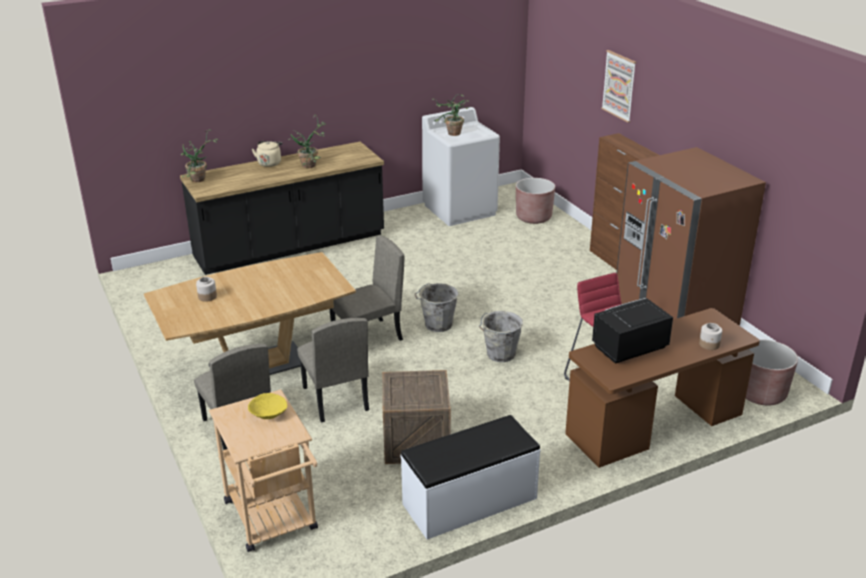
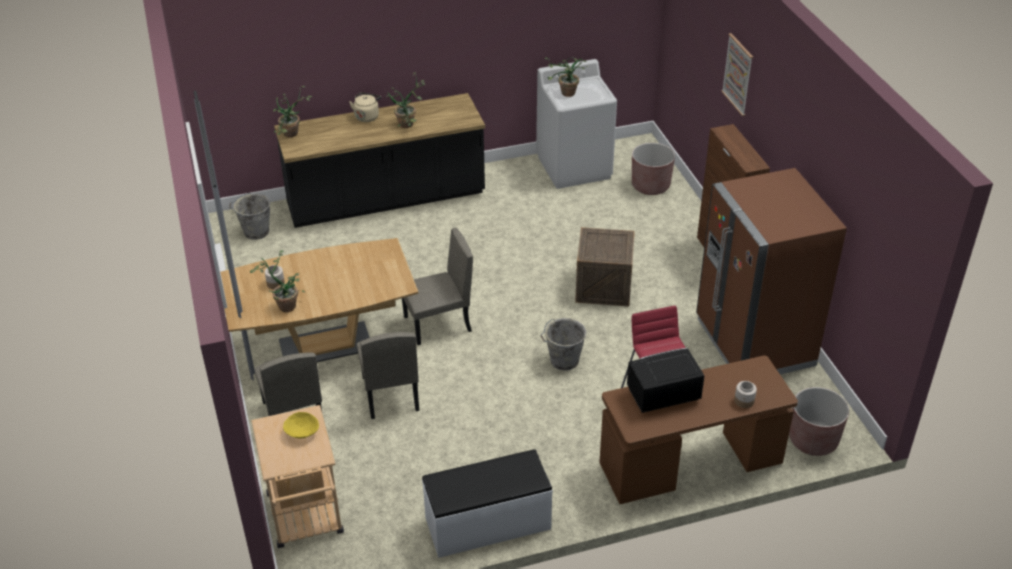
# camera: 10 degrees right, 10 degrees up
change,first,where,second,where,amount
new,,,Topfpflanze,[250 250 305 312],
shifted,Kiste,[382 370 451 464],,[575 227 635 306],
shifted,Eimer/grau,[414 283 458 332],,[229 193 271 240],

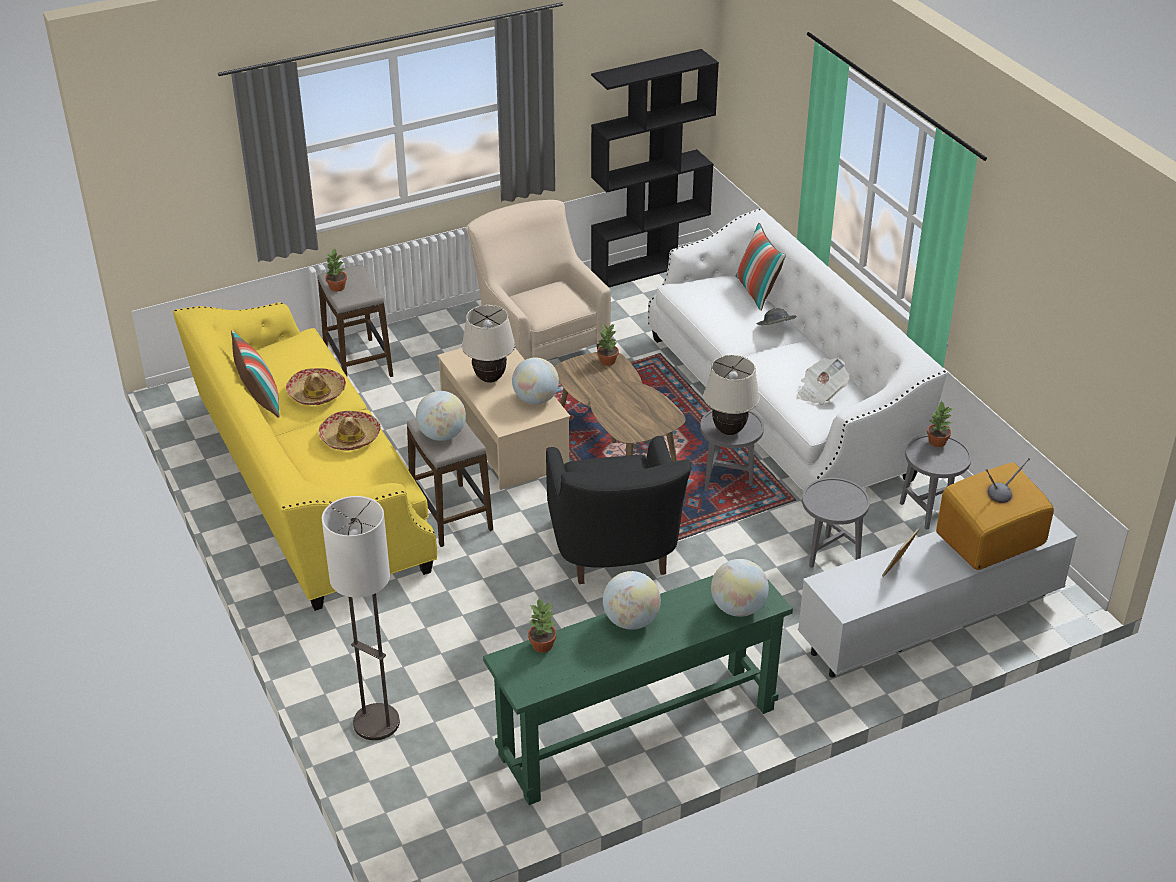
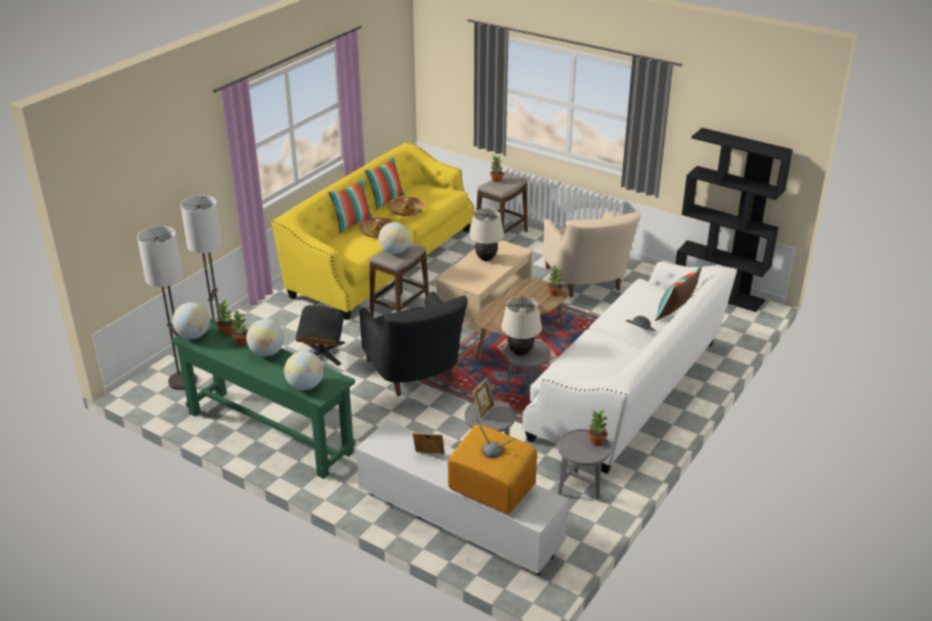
# camera: 60 degrees right, 5 degrees down
change,first,where,second,where,amount
gone,Zeitung,[797 358 849 405],,,
new,,,Stehlampe,[137 226 197 390],
new,,,Topfpflanze,[231 310 248 345],
new,,,Polsterhocker/schwarz,[296 305 345 366],
new,,,Kissen,[328 178 374 233],
new,,,Bilderrahmen,[472 378 495 420],
shifted,Globus,[512 357 559 404],,[172 302 210 339],
rotated,Sessel/beige,[467 200 611 360],,[543 211 641 297],135 degrees clockwise
rotated,Sessel/schwarz,[546 436 692 584],,[359 292 468 396],75 degrees counterclockwise

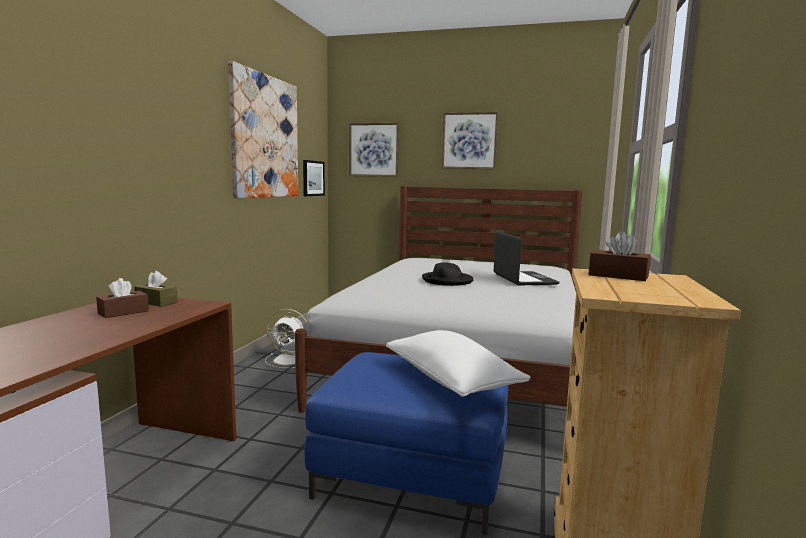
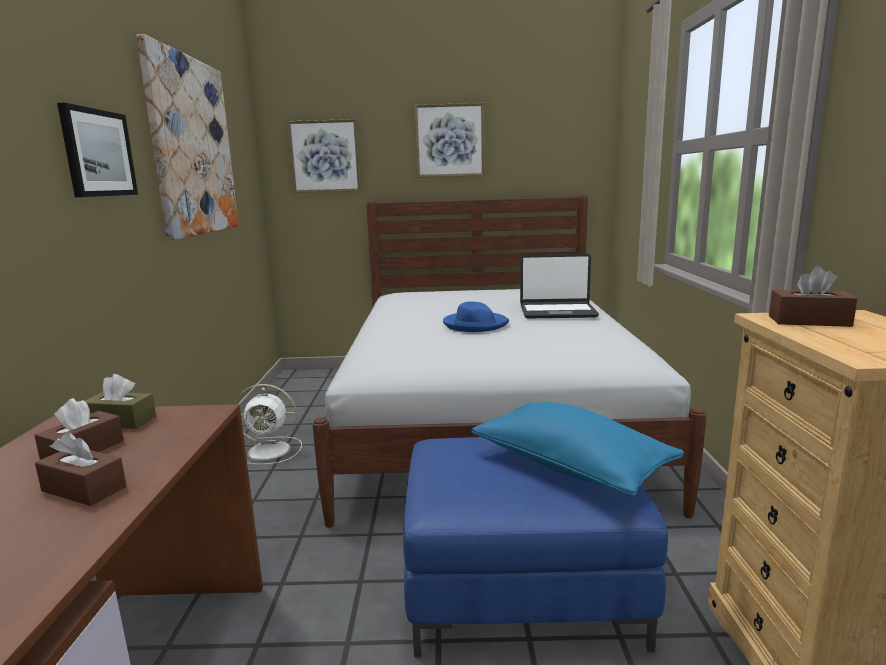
# camera: 15 degrees left, 5 degrees up
change,first,where,second,where,amount
new,,,Taschentuchbox/braun,[35 432 127 506],
shifted,Bild,[303 160 325 196],,[57 103 138 197],
repainted,Kissen/weiß,[386 330 531 397],Kissen/blau,[471 402 684 497],
repainted,Hut/schwarz,[422 262 474 286],Hut/blau,[443 301 509 332],
rotated,Laptop,[494 232 560 286],,[520 254 599 318],120 degrees clockwise

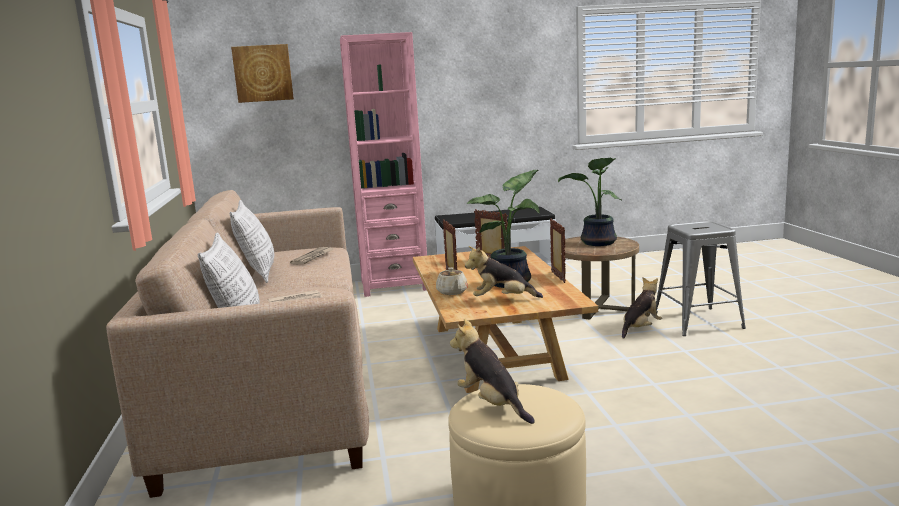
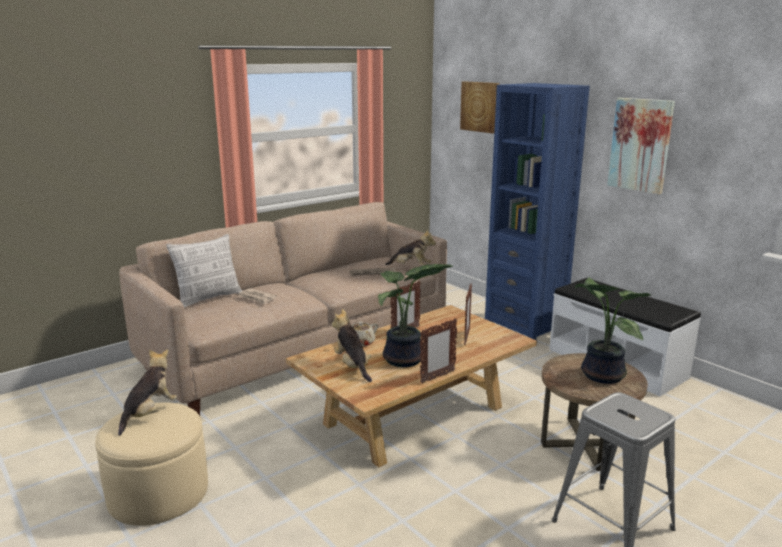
# camera: 60 degrees right, 5 degrees up
change,first,where,second,where,amount
gone,Kissen,[230 200 274 283],,,
new,,,Bild,[607 98 675 194],
shifted,Plüschtier,[622 277 662 339],,[385 230 436 266],
repainted,Bücherregal/rosa,[340 32 427 297],Bücherregal/blau,[485 83 590 340],

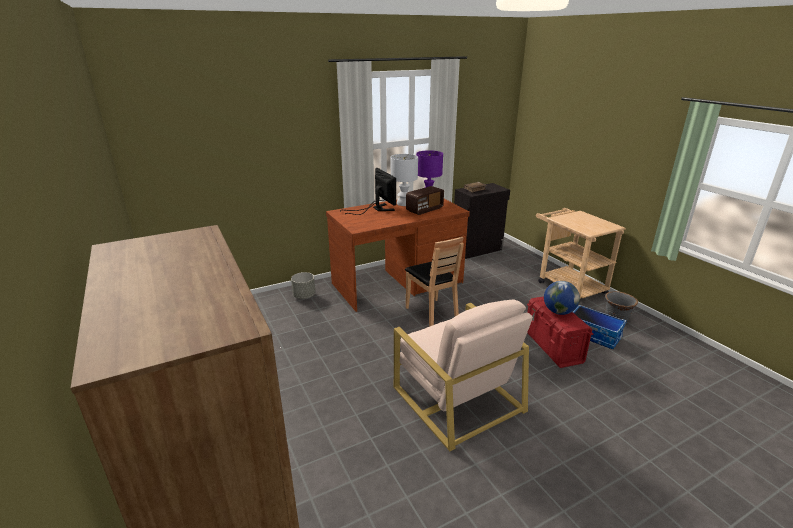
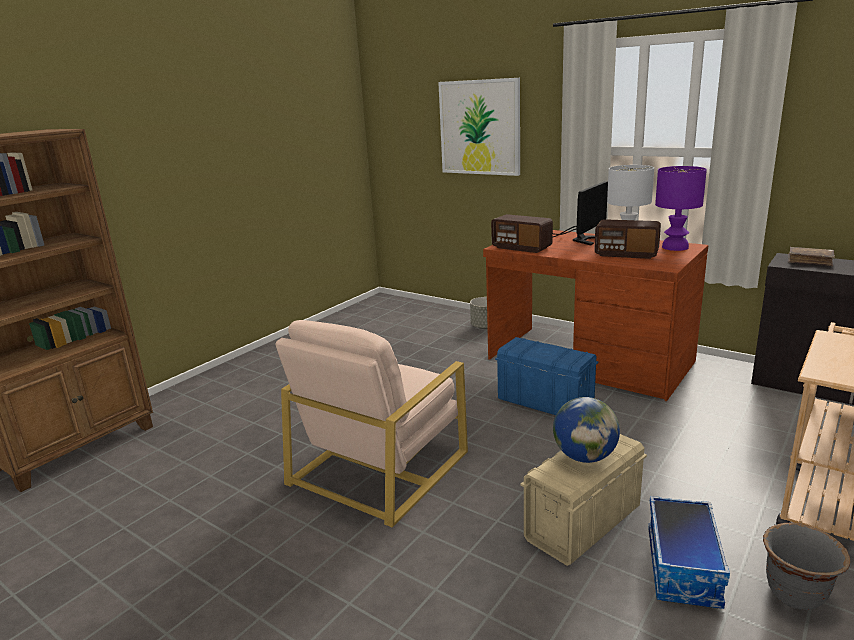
# camera: 65 degrees right, 5 degrees down
change,first,where,second,where,amount
new,,,Bild,[438 78 520 176],
new,,,Radio,[491 214 553 253],
swapped,Stuhl/braun,[405 237 464 327],Aufbewahrungsbox/blau,[495 337 598 415],
repainted,Aufbewahrungsbox/rot,[527 296 593 368],Aufbewahrungsbox/beige,[521 434 647 566],

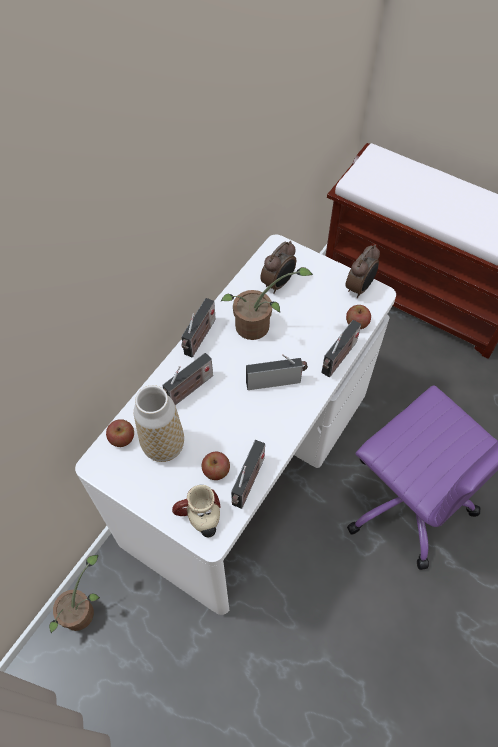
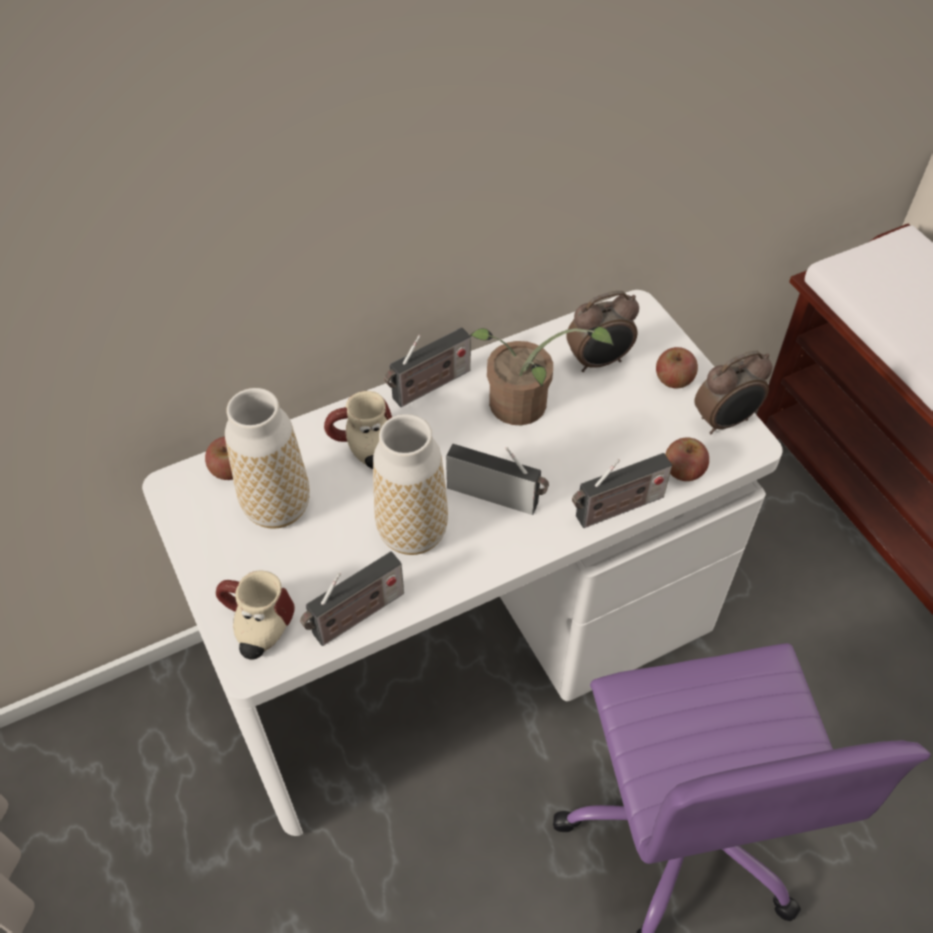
# camera: 30 degrees right, 5 degrees down
change,first,where,second,where,amount
gone,Topfpflanze,[49 555 100 633],,,
new,,,Vase,[373 414 448 555],
shifted,Apfel,[201 452 230 480],,[656 347 698 388],
swapped,Radio,[162 353 213 405],Henkelbecher,[324 391 392 469],

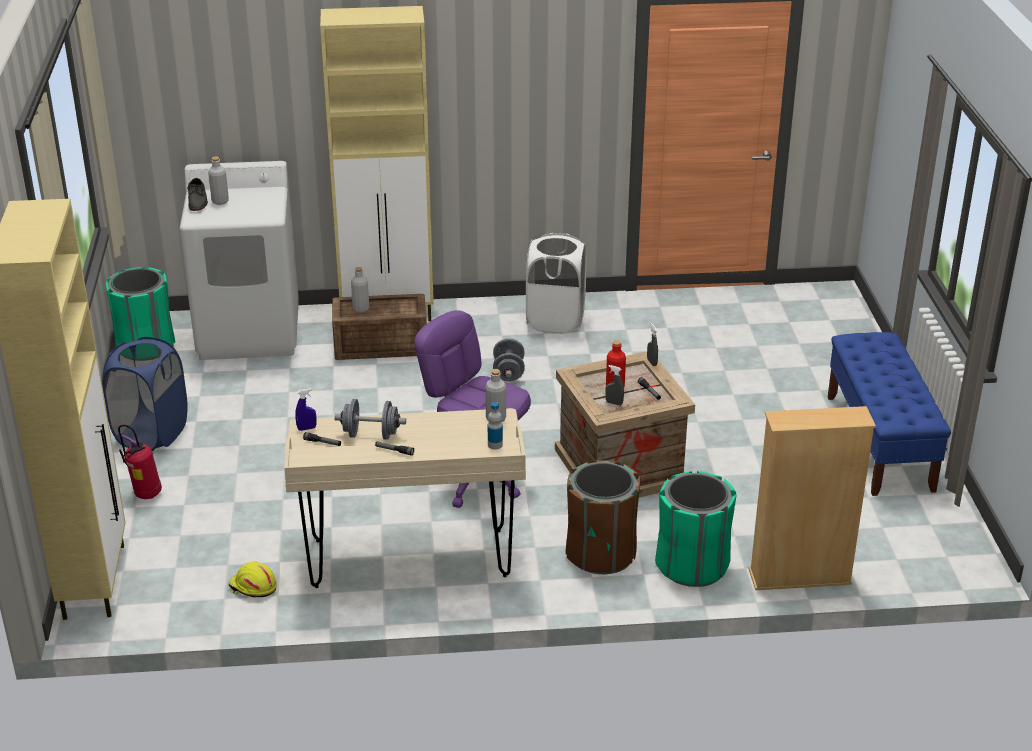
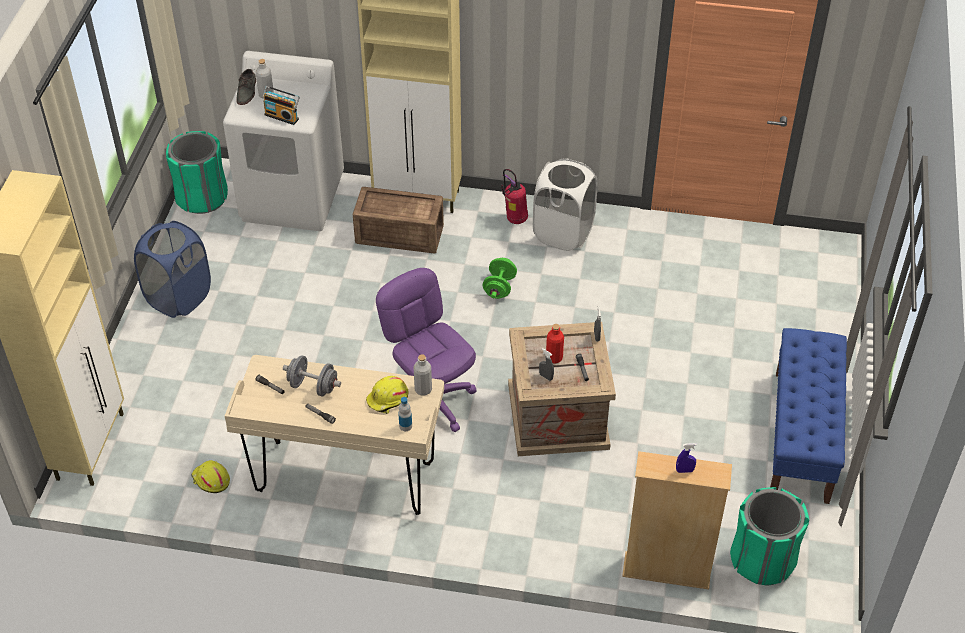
# camera: 15 degrees right, 15 degrees up
change,first,where,second,where,amount
gone,Flasche/grau,[351 267 369 313],,,
gone,Mülleimer/braun,[566 460 640 574],,,
new,,,Radio,[263 86 300 125],
new,,,Schutzhelm/gelb,[366 376 409 414],
shifted,Feuerlöscher,[118 424 162 499],,[501 169 528 224],
shifted,Sprühflasche/blau,[295 388 316 431],,[676 443 697 473],
shifted,Mülleimer/grün,[655 471 737 587],,[730 487 809 585],
repainted,Hantel/grau,[493 338 525 381],Hantel/grün,[483 258 517 299],

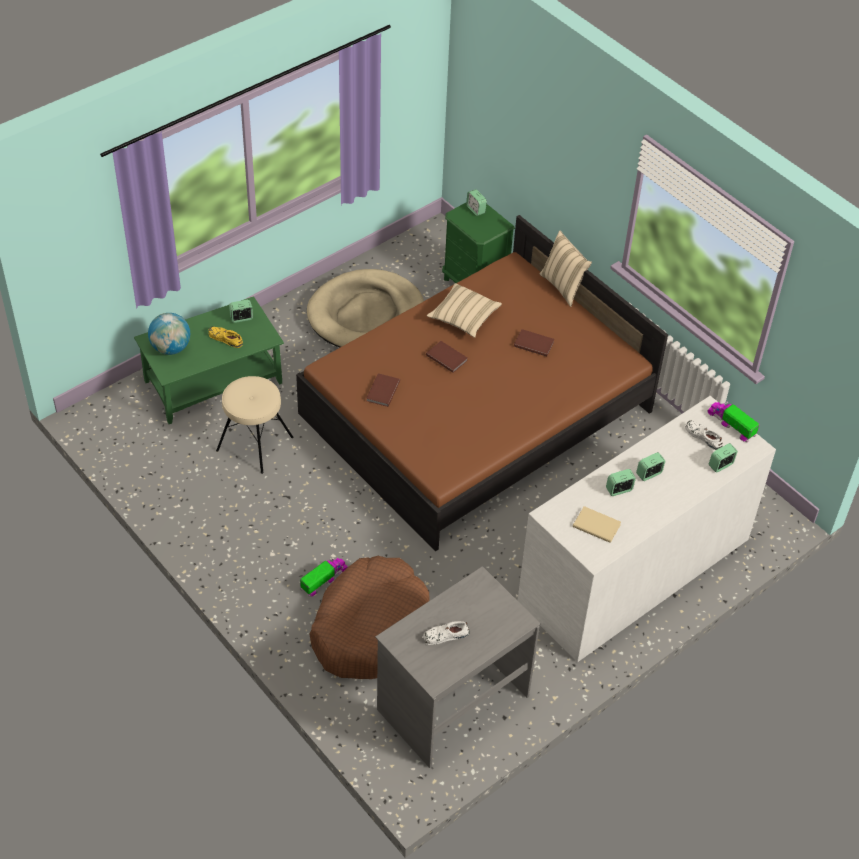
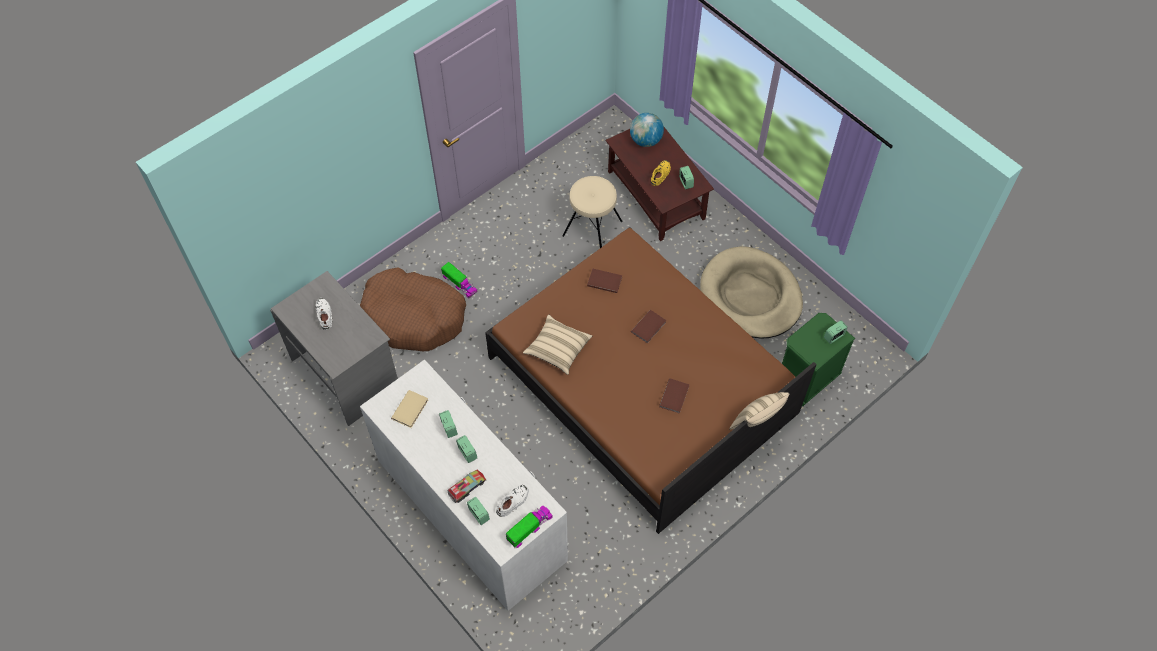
# camera: 90 degrees right, 10 degrees up
change,first,where,second,where,amount
new,,,Spielzeuglaster,[448 469 486 503],
shifted,Kissen/beige,[427 283 502 338],,[523 315 592 375],
repainted,Couchtisch/grün,[134 296 284 424],Couchtisch/braun,[606 126 714 241],

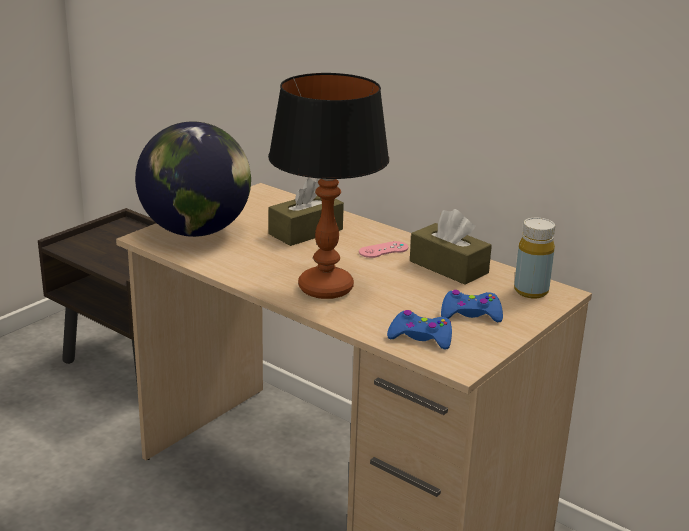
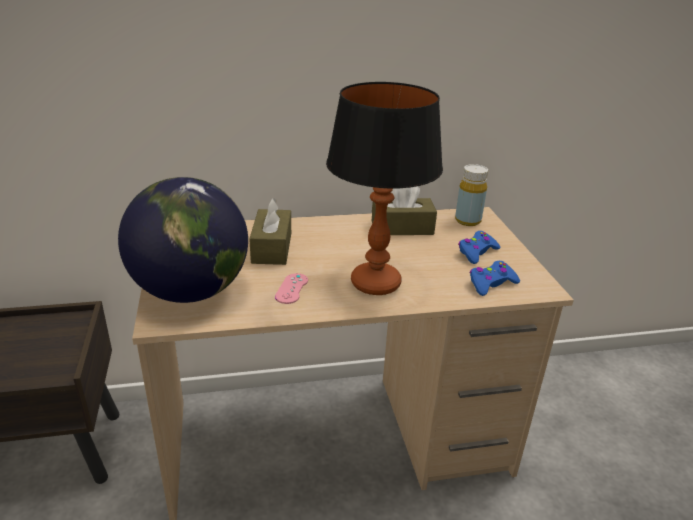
# camera: 50 degrees left, 5 degrees up
change,first,where,second,where,amount
shifted,Gamepad/rosa,[359 241 408 258],,[275 273 308 304],

